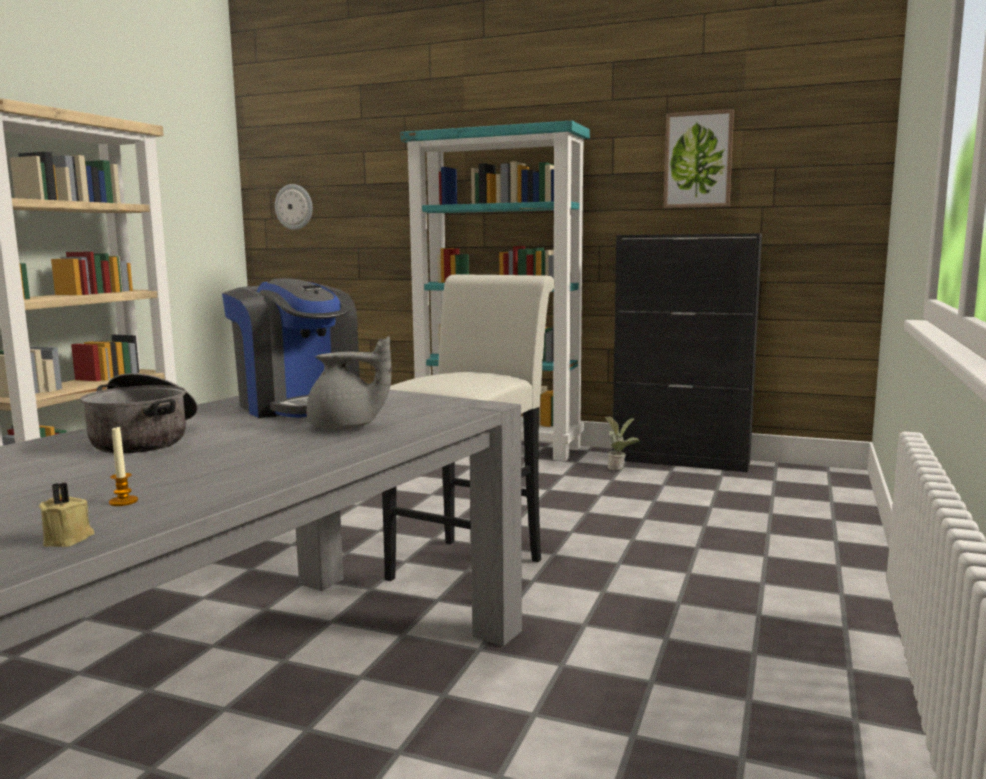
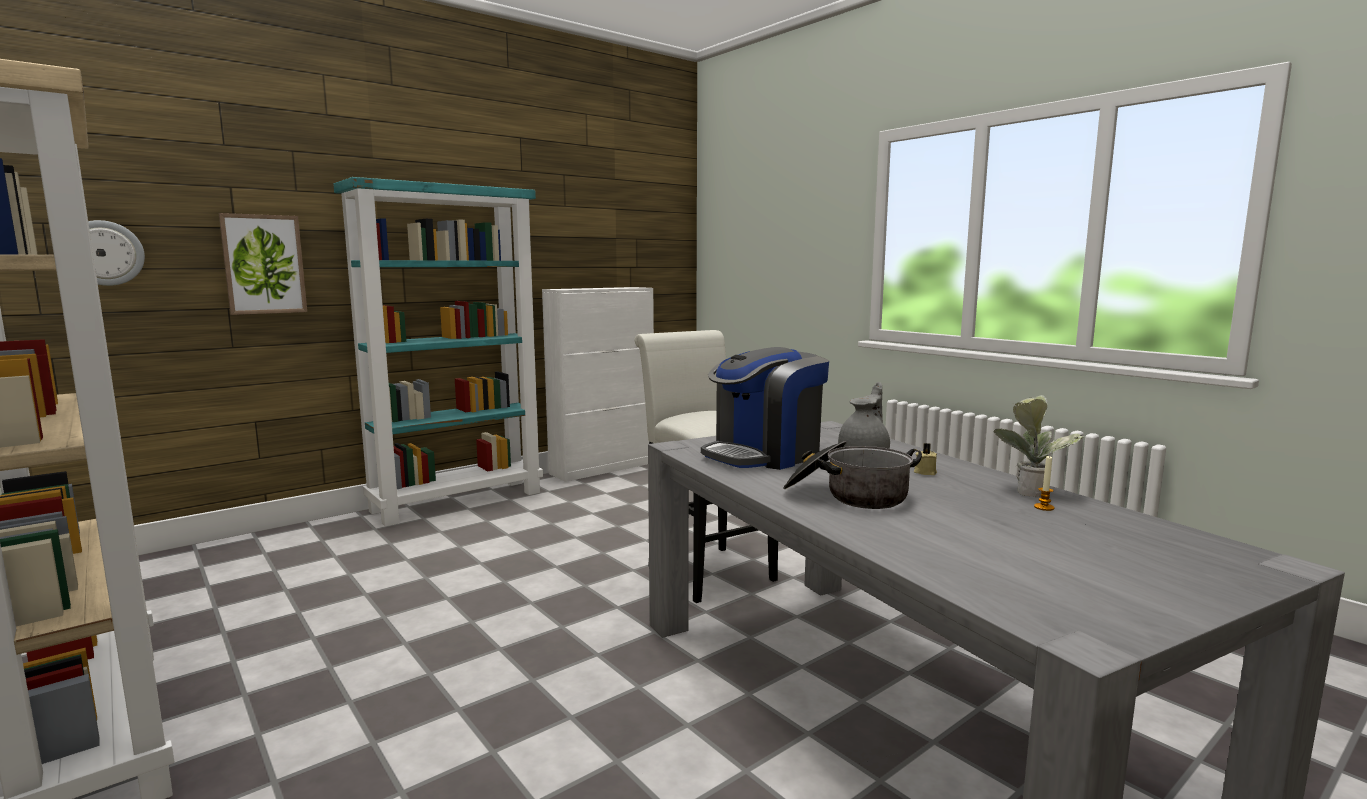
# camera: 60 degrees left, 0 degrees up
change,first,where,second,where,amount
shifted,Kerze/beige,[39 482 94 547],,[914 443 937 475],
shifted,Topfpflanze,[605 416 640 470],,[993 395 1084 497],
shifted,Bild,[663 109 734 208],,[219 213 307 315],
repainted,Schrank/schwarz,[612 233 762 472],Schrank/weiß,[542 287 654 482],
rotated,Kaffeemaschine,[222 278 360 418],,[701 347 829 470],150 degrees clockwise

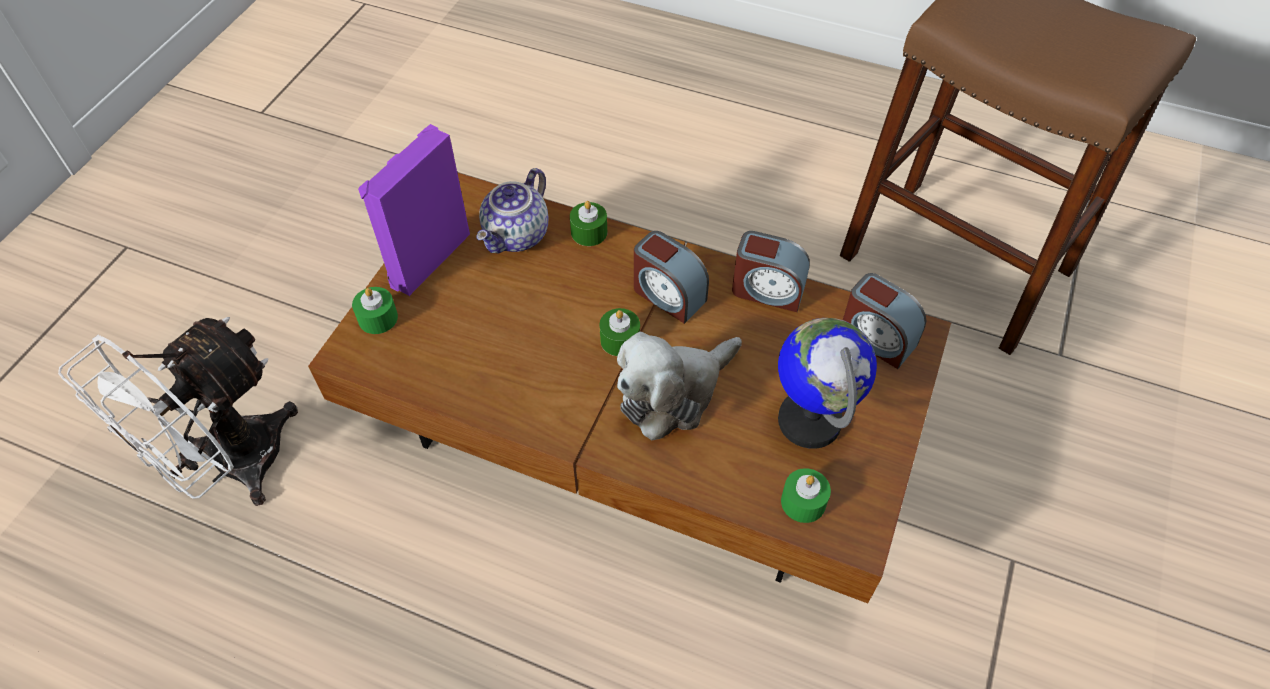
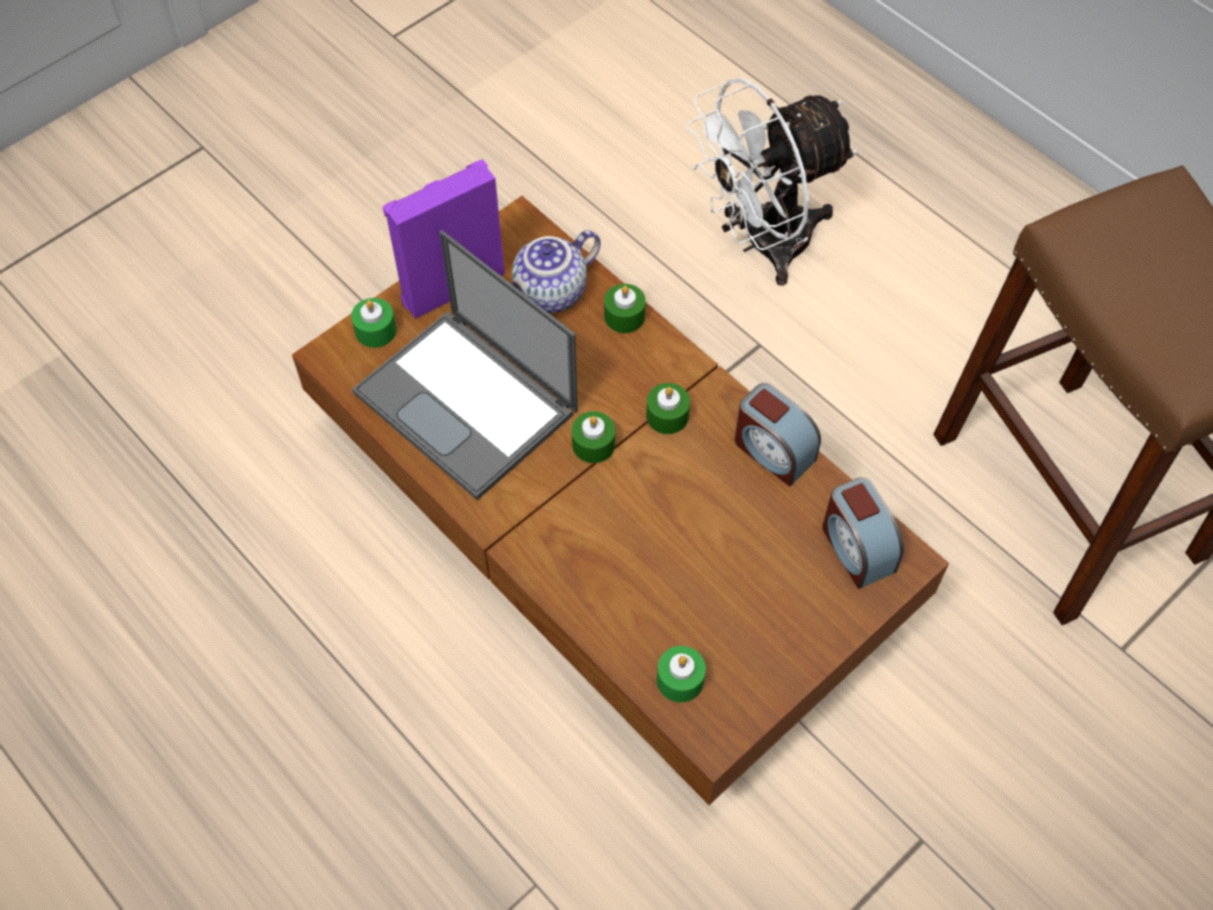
# camera: 25 degrees right, 5 degrees up
change,first,where,second,where,amount
gone,Plüschtier,[617 332 742 441],,,
gone,Globus,[778 318 877 449],,,
new,,,Laptop,[352 230 578 500],
shifted,Ventilator/weiß,[58 317 298 506],,[685 78 858 286],
swapped,Wecker,[634 231 709 324],Kerze/grün,[646 383 690 434],

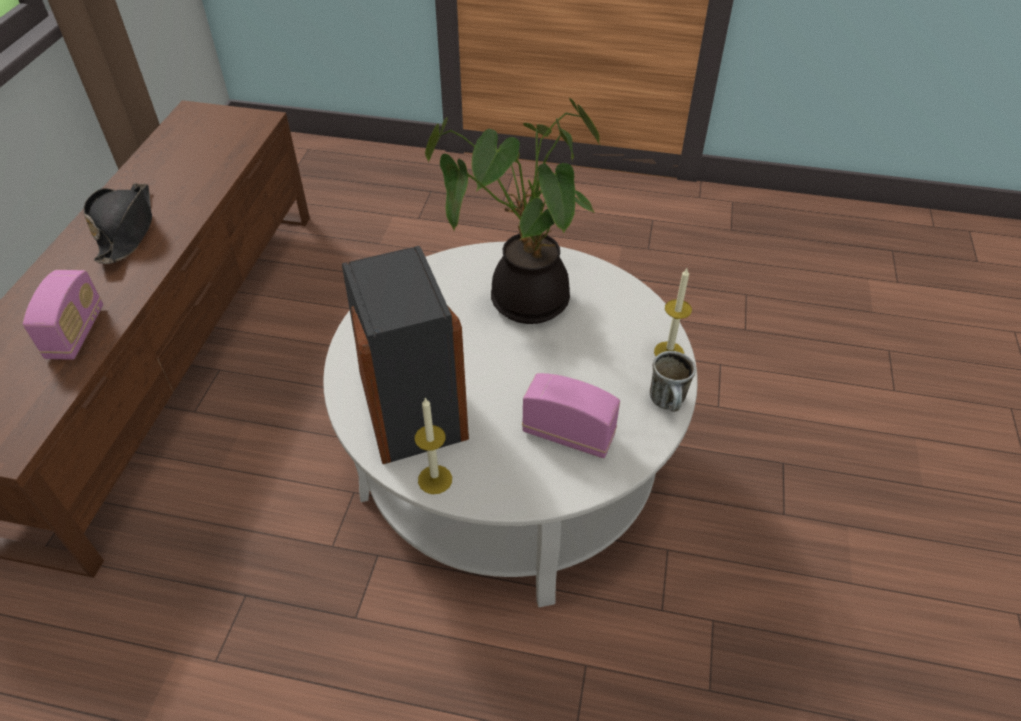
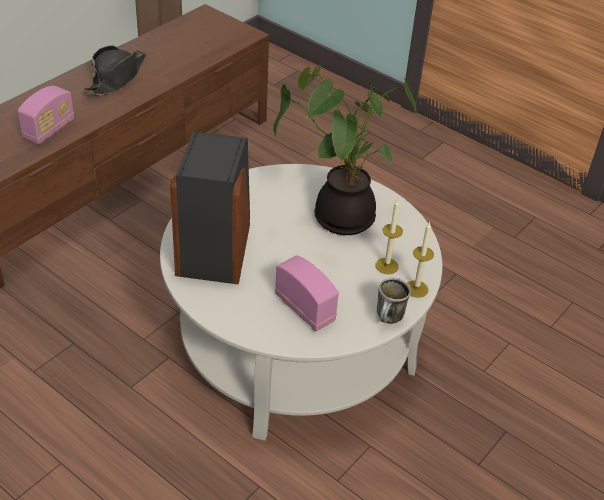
# camera: 25 degrees right, 5 degrees down
change,first,where,second,where,amount
shifted,Kerze,[415 398 452 494],,[376 199 403 274],

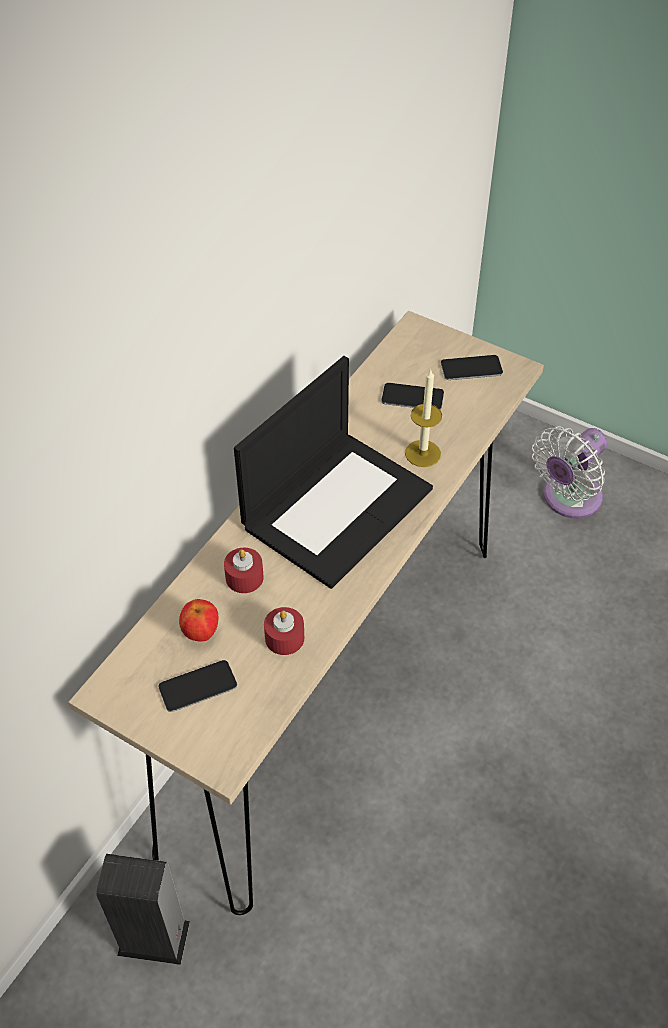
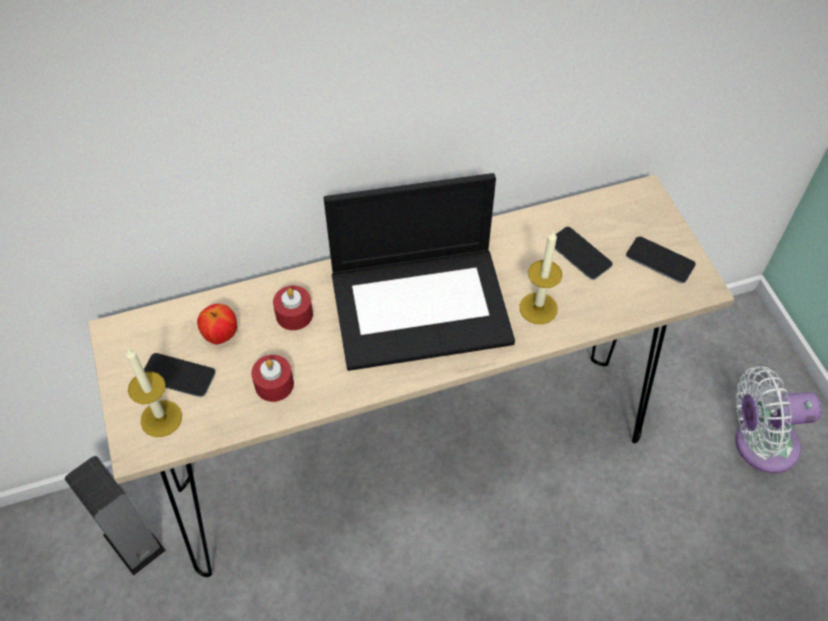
# camera: 40 degrees right, 5 degrees up
change,first,where,second,where,amount
new,,,Kerze,[126 349 182 437],

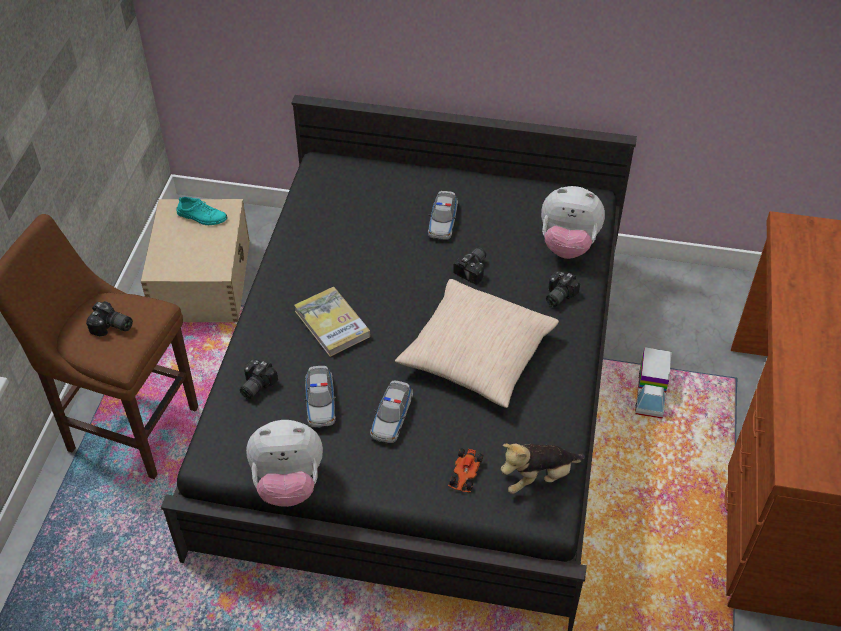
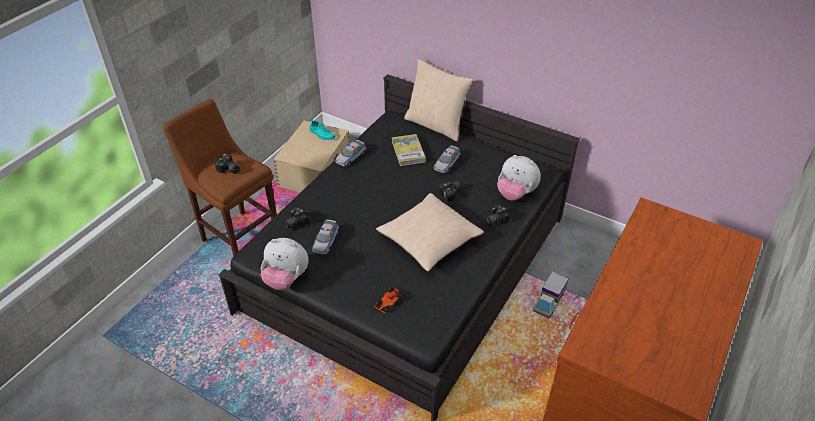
# camera: 20 degrees right, 5 degrees down
change,first,where,second,where,amount
gone,Plüschtier,[501 443 585 494],,,
new,,,Kissen/beige,[404 58 473 142],
shifted,Buch,[294 287 370 357],,[392 134 426 166],
shifted,Spielzeugauto,[370 380 413 443],,[335 140 367 167],

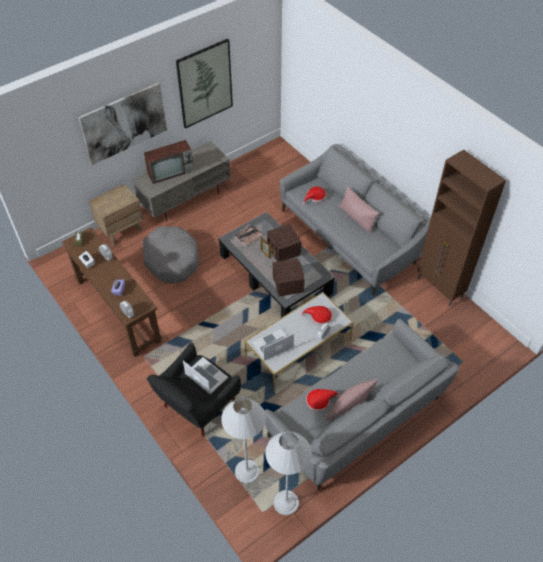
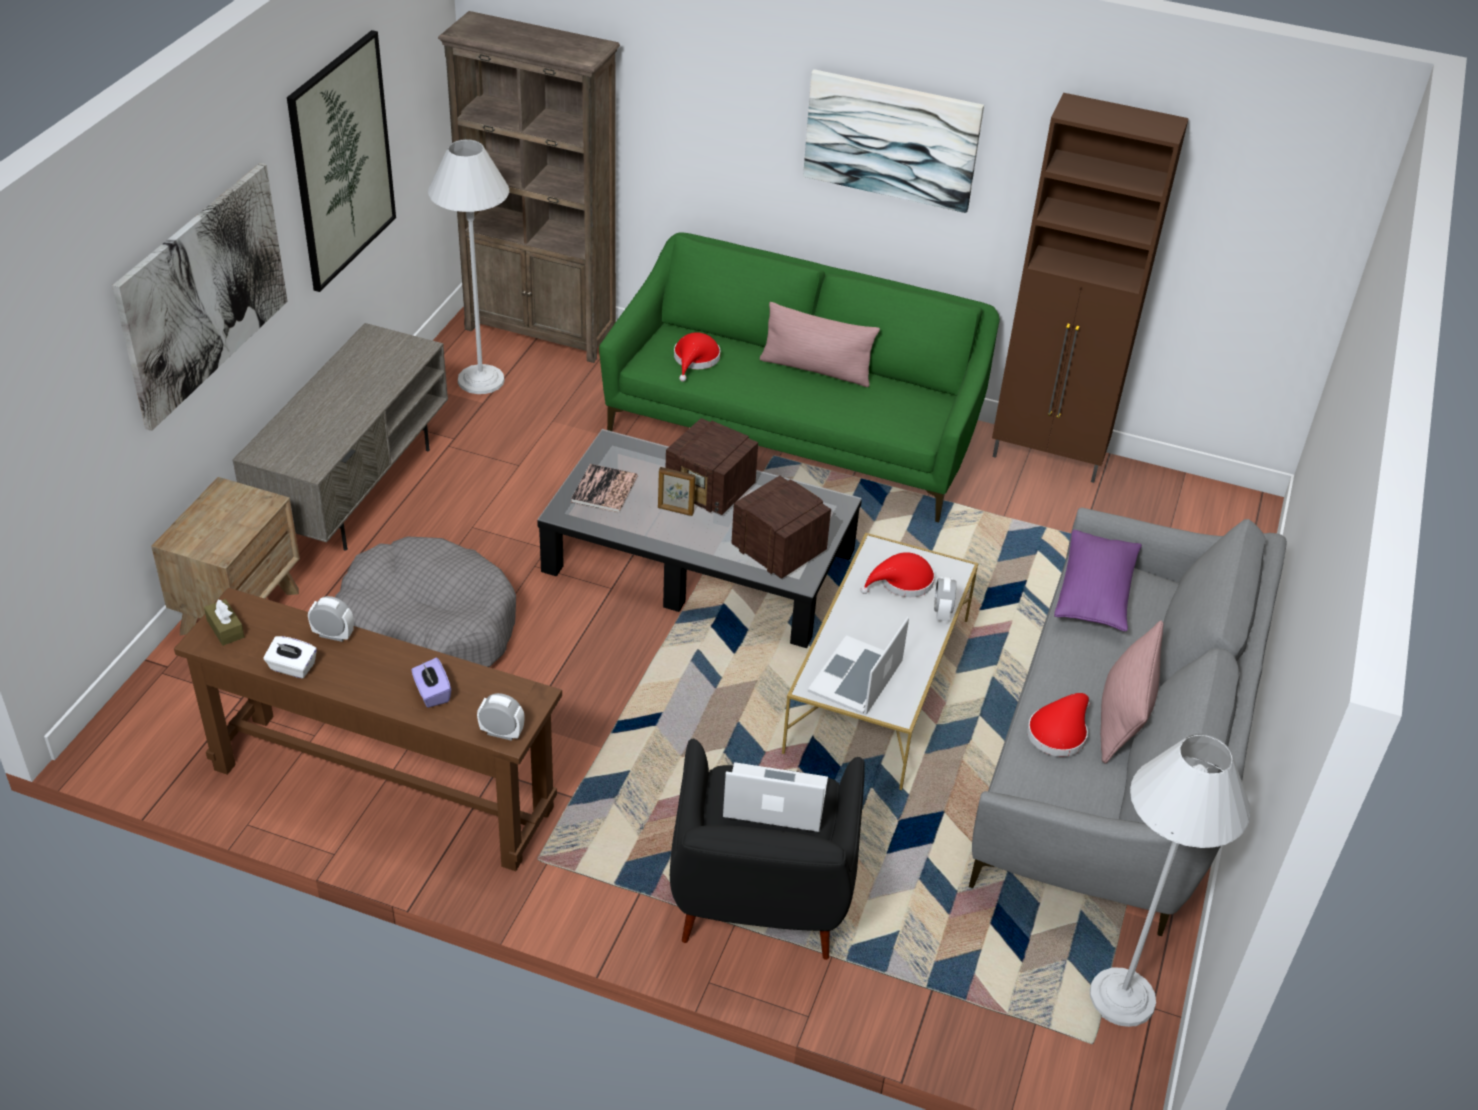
# camera: 35 degrees left, 10 degrees down
change,first,where,second,where,amount
gone,Fernseher,[144 140 194 184],,,
new,,,Bücherregal/braun,[438 11 620 363],
new,,,Bild,[803 69 984 213],
new,,,Kissen/lila,[1054 530 1142 631],
shifted,Stehlampe/weiß,[221 397 266 483],,[428 139 509 394],
repainted,Sofa/grau,[280 144 431 296],Sofa/grün,[599 232 1000 522],

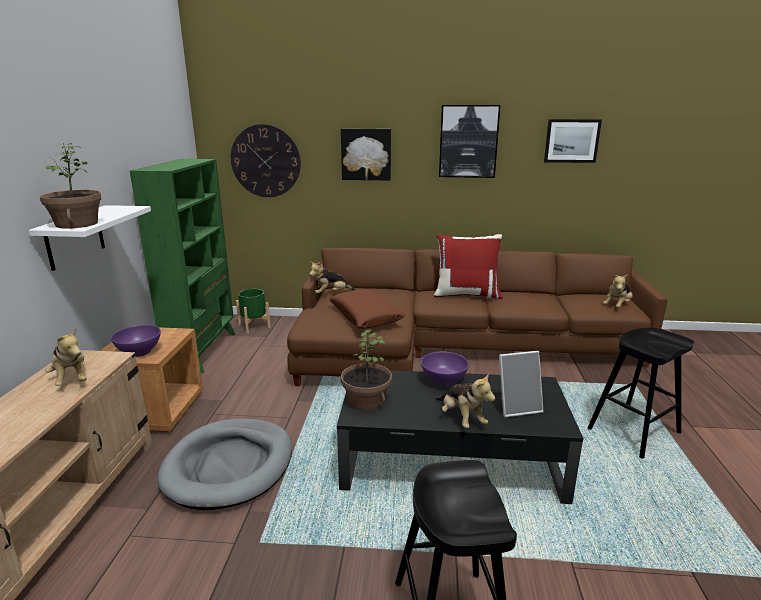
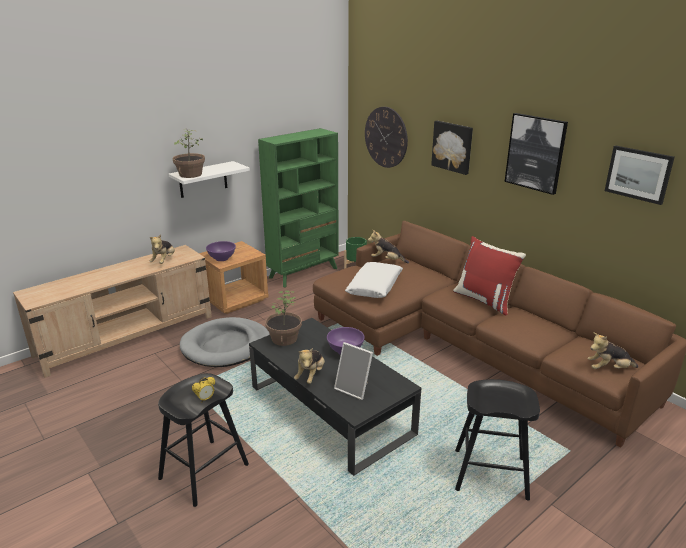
# camera: 45 degrees right, 5 degrees up
change,first,where,second,where,amount
new,,,Wecker,[192 377 215 402],
repainted,Kissen/braun,[329 289 405 329],Kissen/weiß,[345 262 403 298],

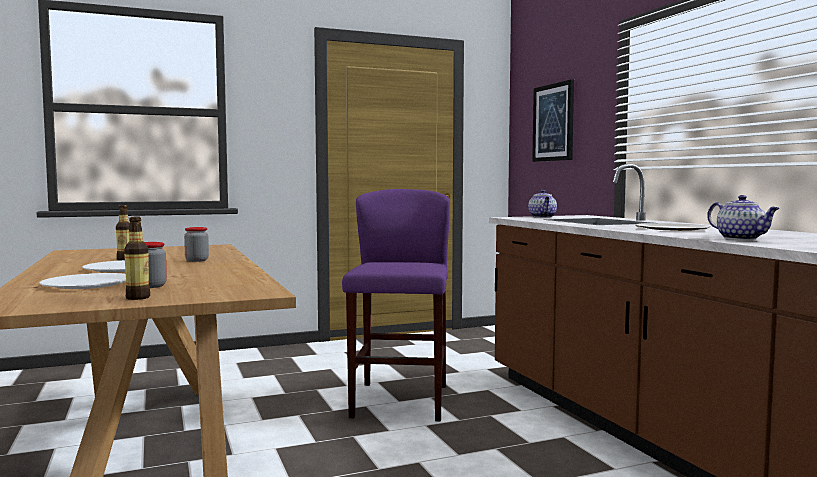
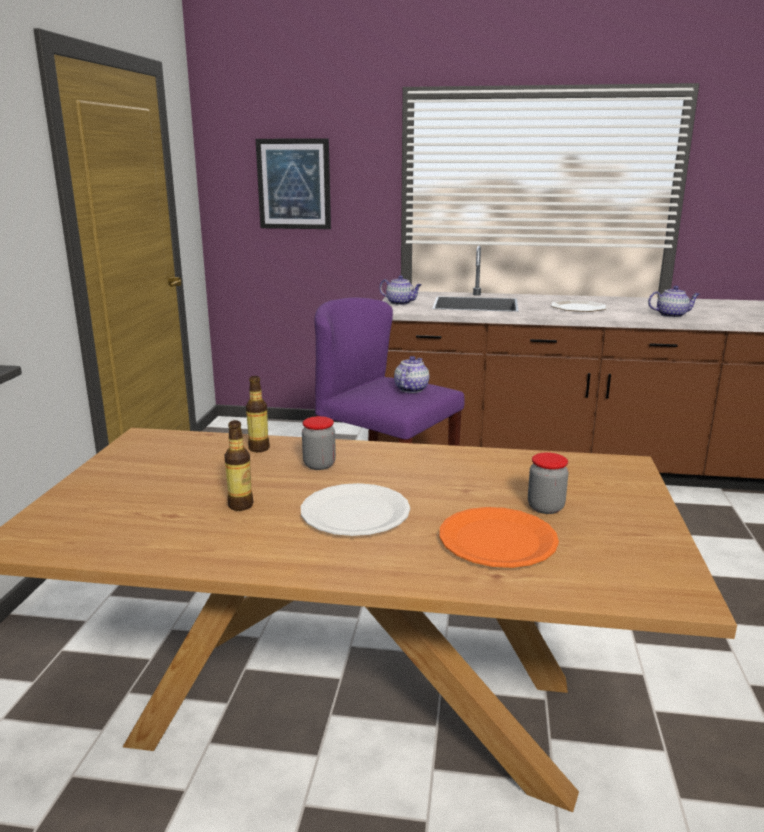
# camera: 60 degrees left, 15 degrees up
change,first,where,second,where,amount
new,,,Teekanne,[394 356 429 393],
shifted,Flasche,[124 217 150 300],,[246 376 270 452],
repainted,Teller/weiß,[39 273 126 289],Teller/orange,[439 507 559 568],

